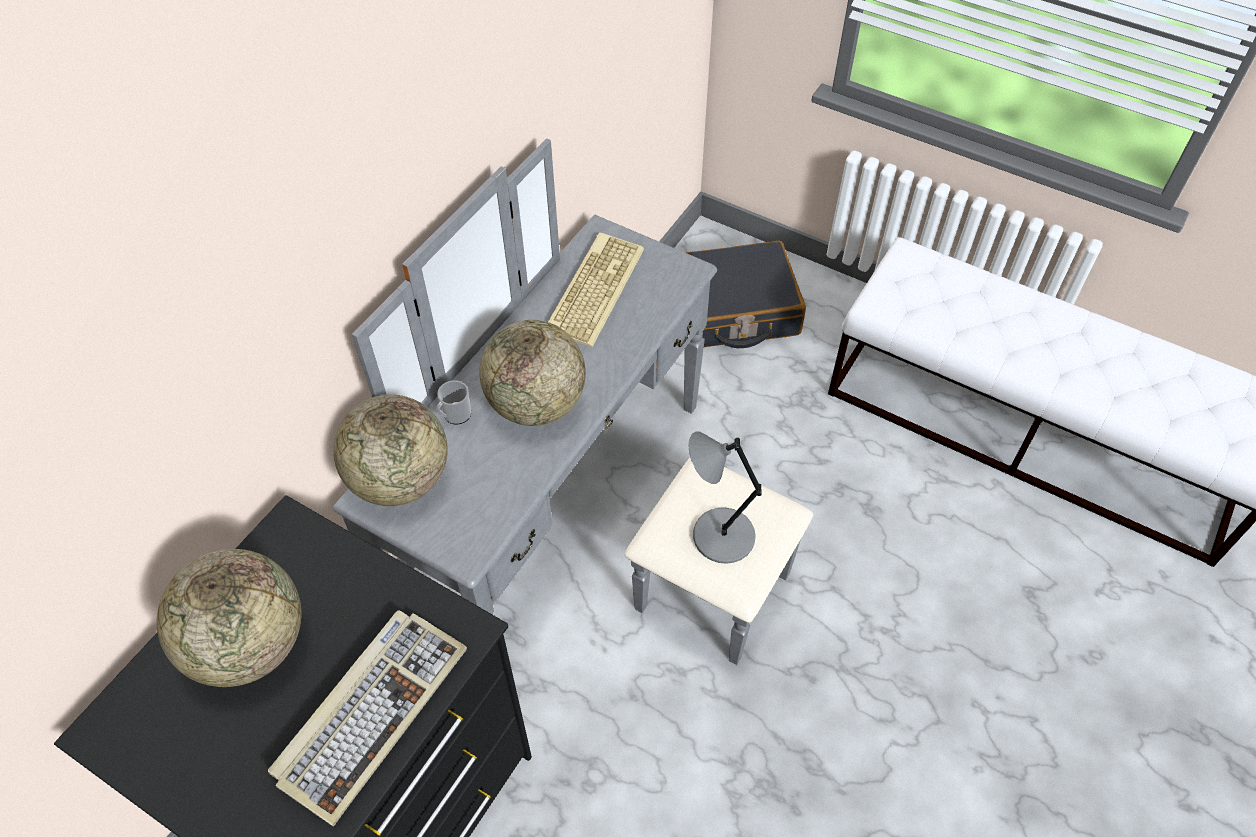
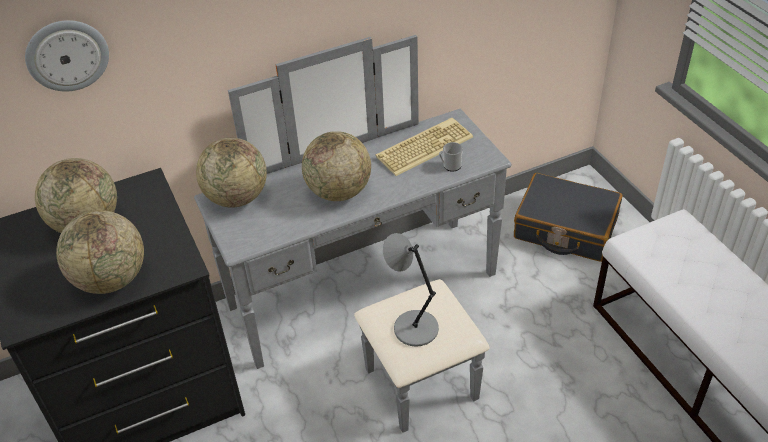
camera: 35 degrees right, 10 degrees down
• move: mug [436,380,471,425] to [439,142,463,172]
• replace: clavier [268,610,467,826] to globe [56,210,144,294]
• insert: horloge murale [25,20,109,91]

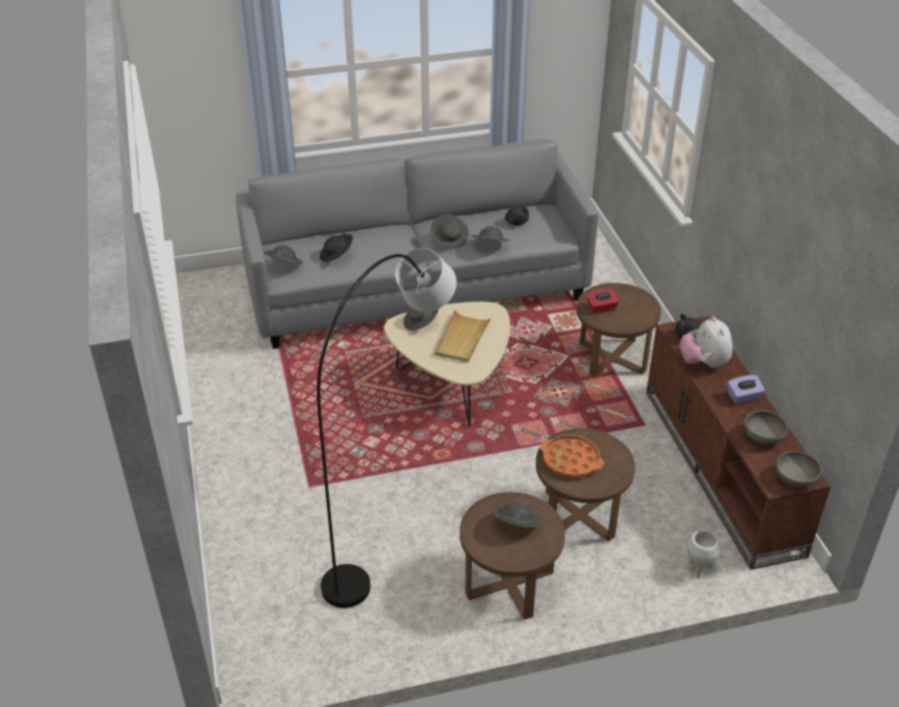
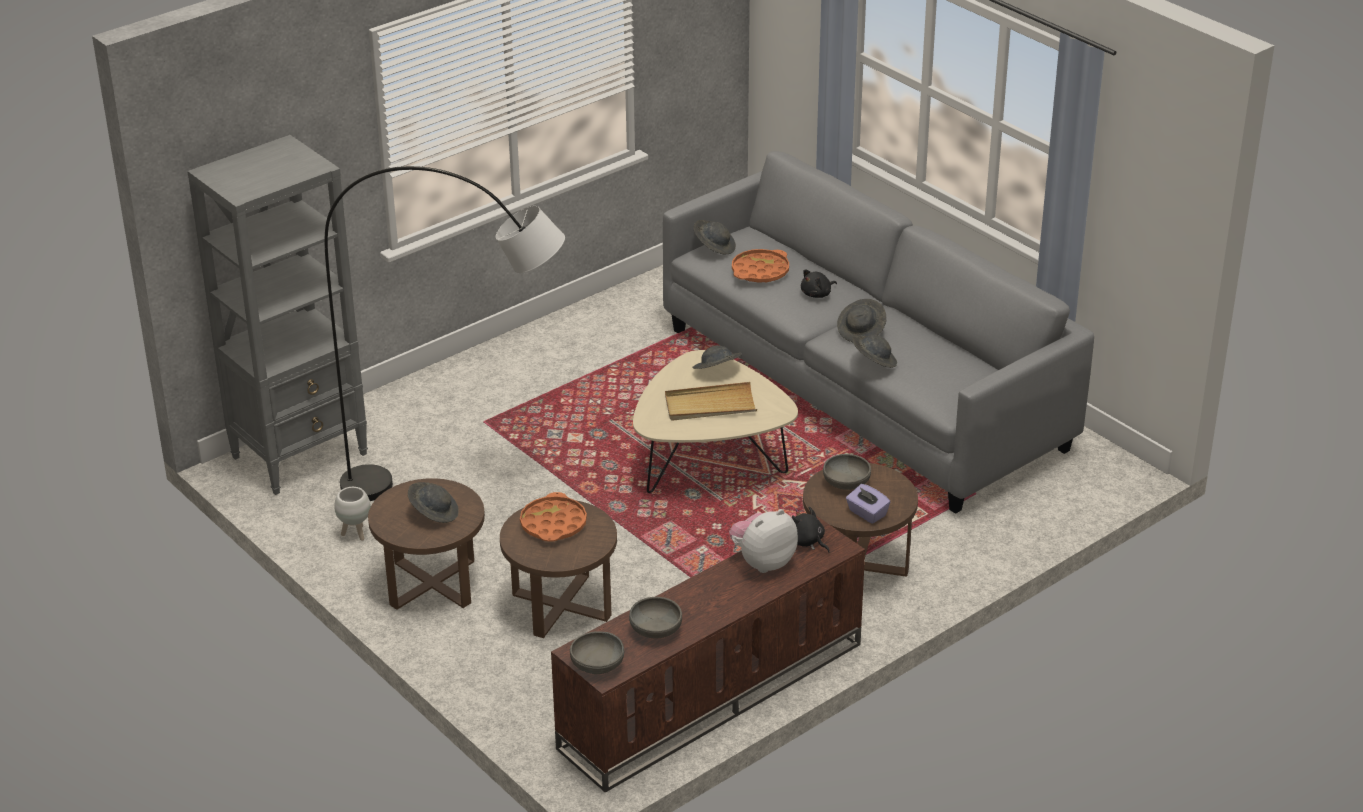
camera: 65 degrees right, 5 degrees down
• move: peluche/noir [505,205,529,225] to [801,269,837,298]
• replace: chapeau/noir [320,234,353,262] to plateau/orange [732,249,789,283]
• replace: boîte à mouchoirs/rouge [586,289,619,314] to bol/gris [823,454,871,490]
• move: boîte à mouchoirs/violet [727,375,765,404] to [846,484,890,524]
• move: cache-pot/blanc [687,530,720,578] to [334,487,371,540]
• insert: bibliothèque/gris [187,135,368,495]

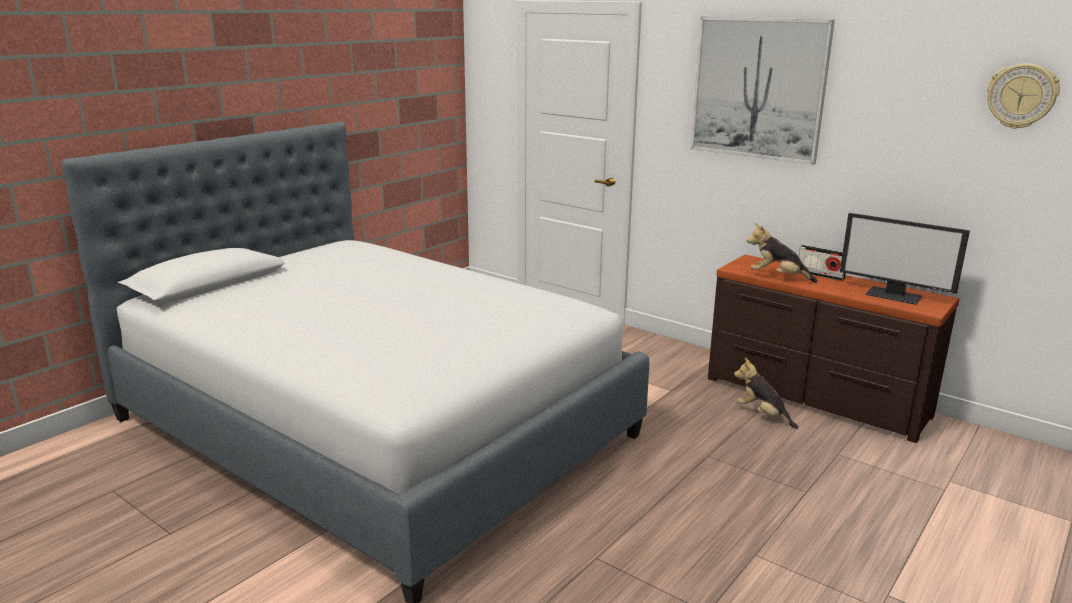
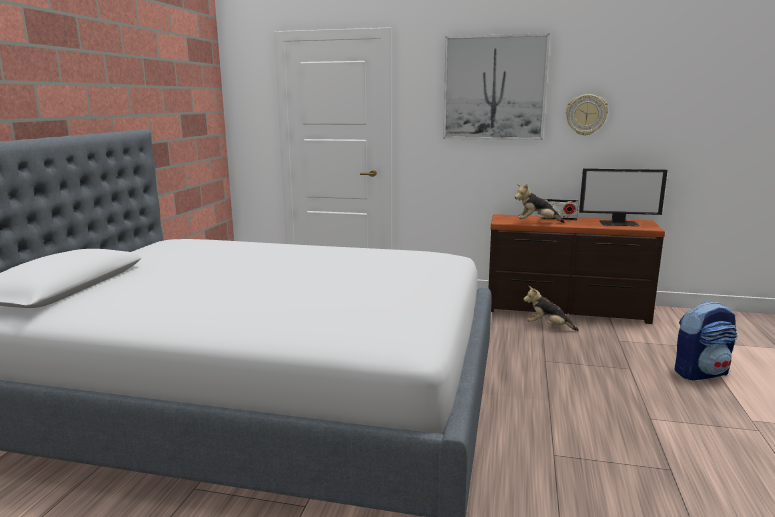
camera: 25 degrees left, 5 degrees down
• move: horloge murale [987,64,1060,129] to [566,94,608,136]
• insert: sac à dos [675,302,737,380]

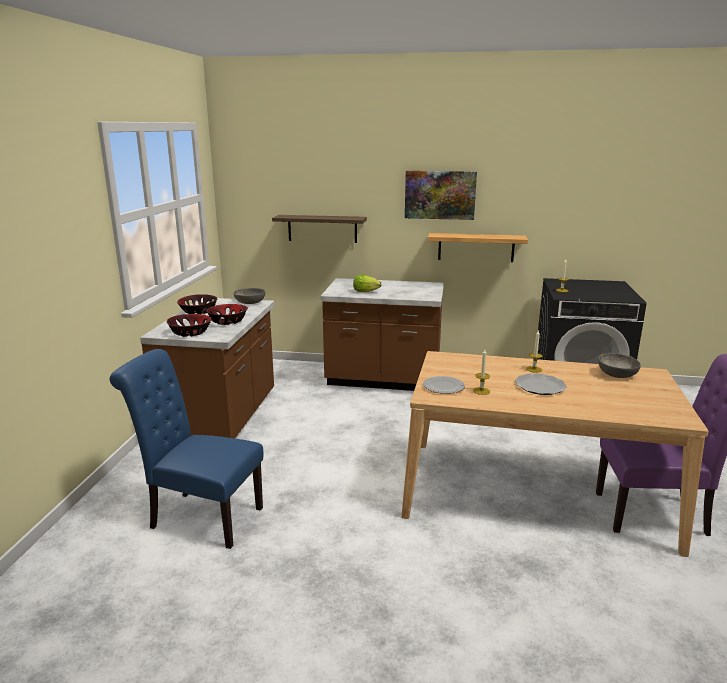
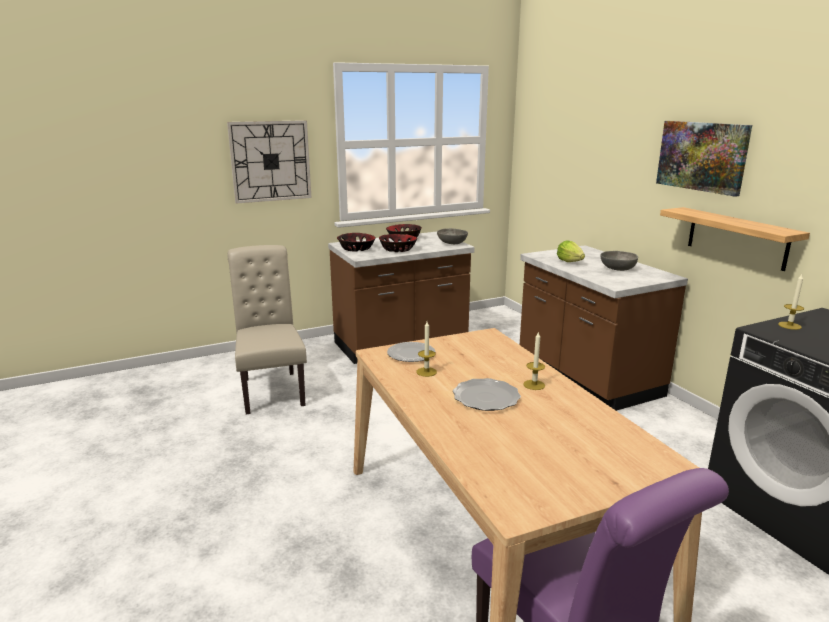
camera: 55 degrees right, 0 degrees up
• delete: étagère [272,215,367,243]
• recolor: chaise/bleu [110,349,264,549] to chaise/beige [227,245,307,415]
• move: bol/gris [598,353,641,378] to [600,251,638,271]
• insert: horloge murale [227,120,311,204]

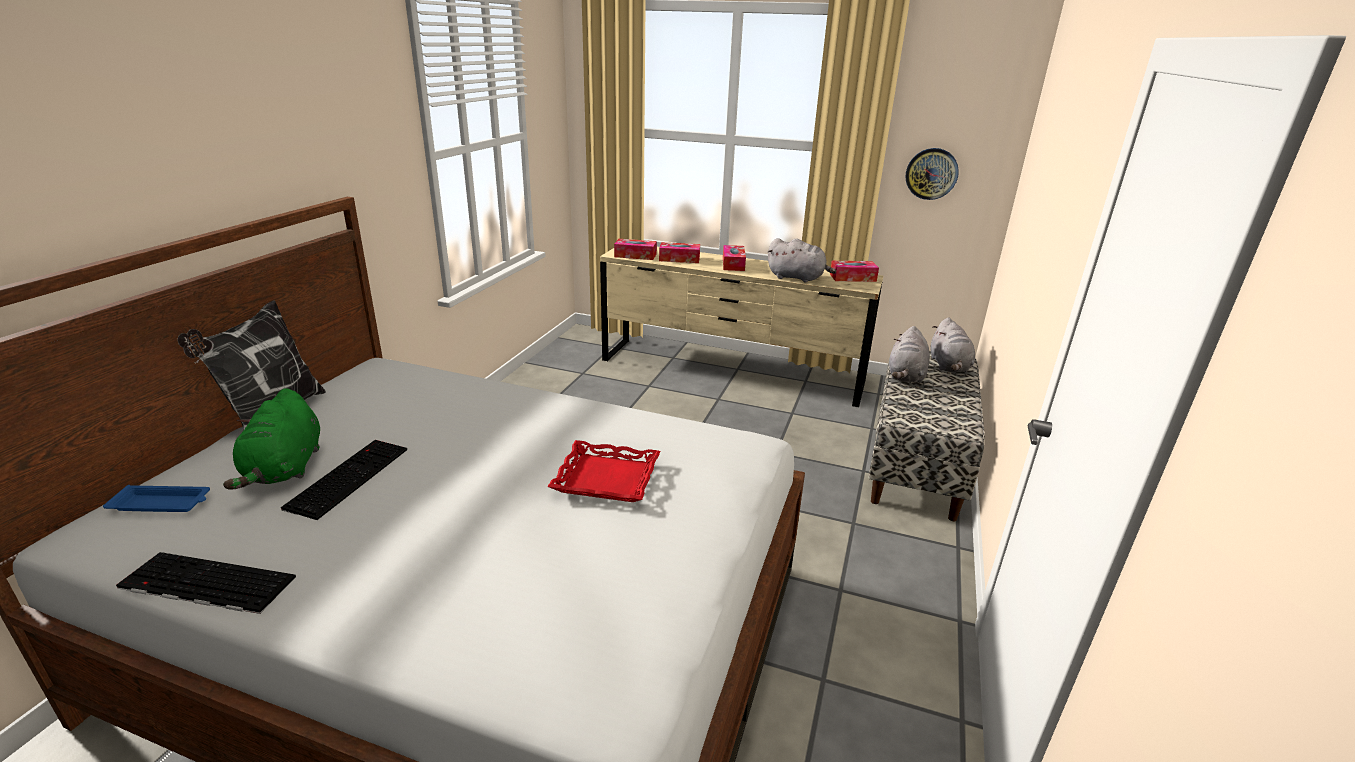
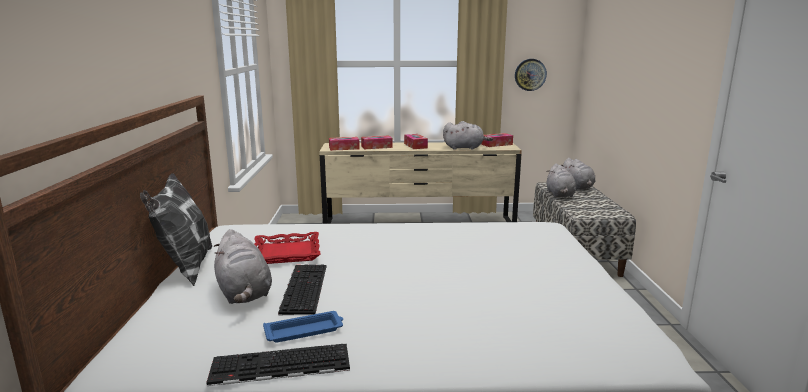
camera: 20 degrees left, 10 degrees down
• recolor: peluche/vert [223,388,320,490] to peluche/gris [214,229,272,304]
• move: plateau/rouge [547,440,661,502] to [254,232,321,264]
• move: plateau/bleu [103,485,210,512] to [263,311,343,343]

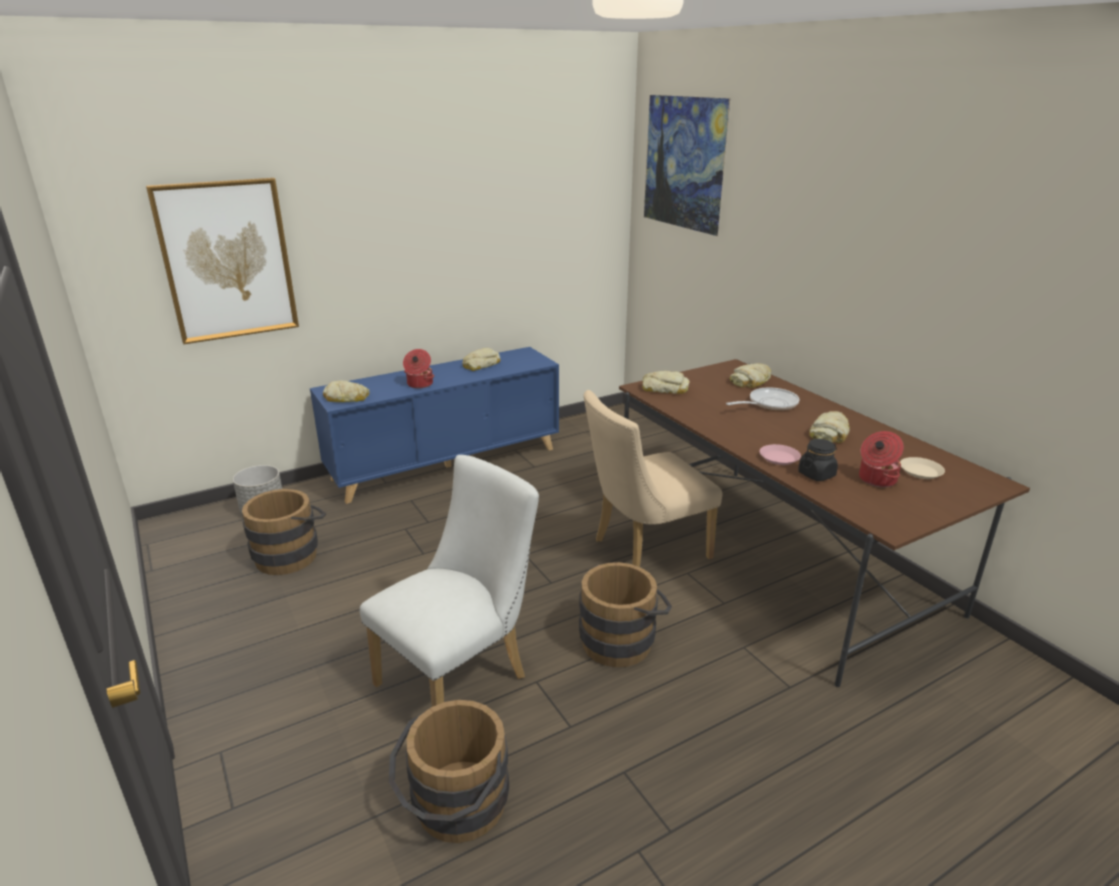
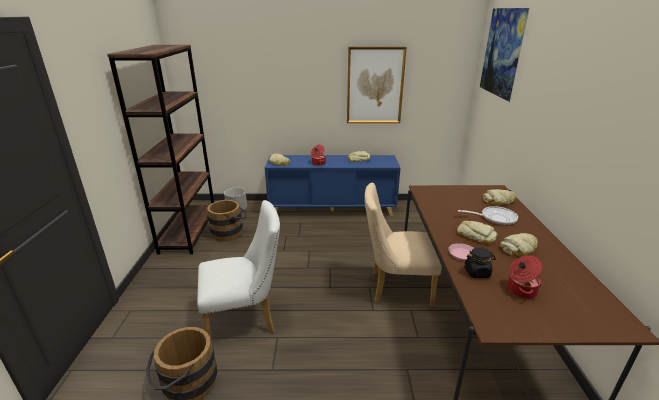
camera: 30 degrees right, 0 degrees up
• move: tableau [146,178,299,344] to [347,47,407,123]
• move: pain [642,371,689,394] to [457,221,497,244]
• delete: assiette/beige [900,457,945,479]
• delete: seau/marron [579,562,672,667]
• insert: bibliothèque/marron [107,45,214,254]

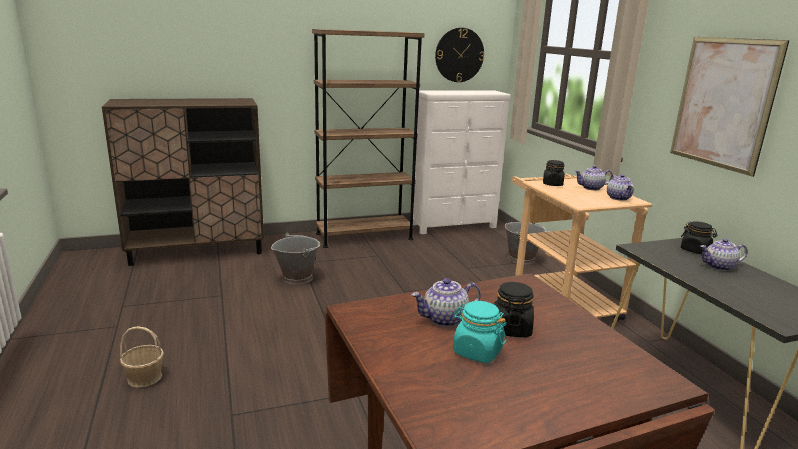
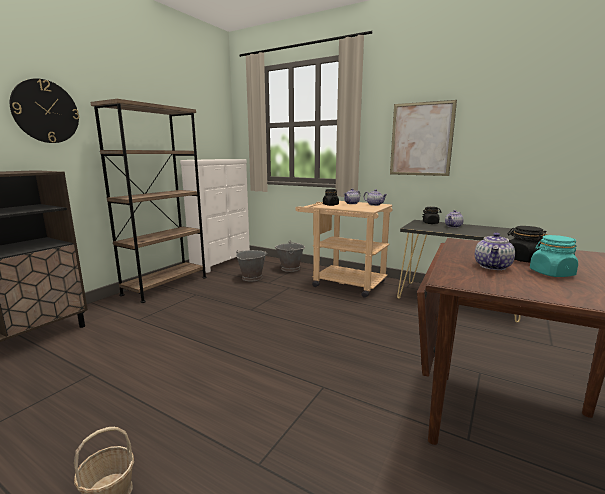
camera: 40 degrees left, 5 degrees down
• move: horloge murale [435,28,485,82] to [10,78,79,143]
• move: seau/gris [271,233,320,285] to [236,250,266,281]

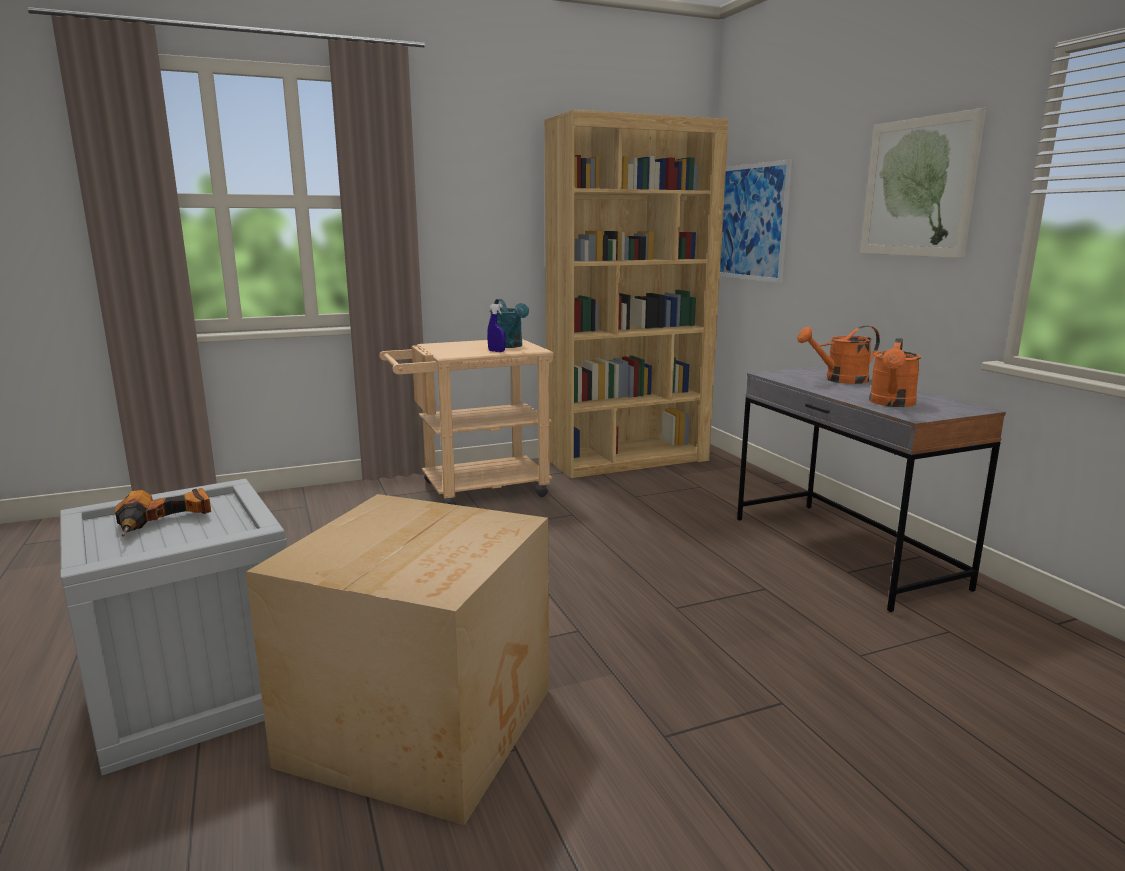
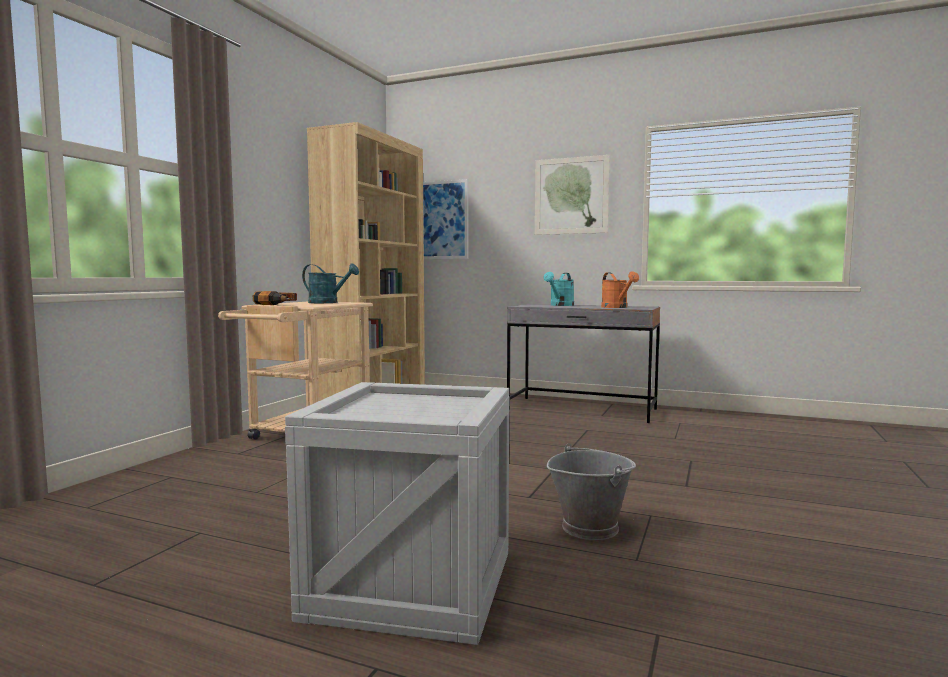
camera: 45 degrees left, 10 degrees down
• delete: vaporisateur/bleu [487,304,506,352]
• recolor: arrosoir/orange [797,326,880,384] to arrosoir/turquoise [544,272,574,306]
• move: perceuse [115,488,211,536] to [253,291,297,305]
• replace: carton [246,494,549,825] to seau/gris [547,443,636,540]

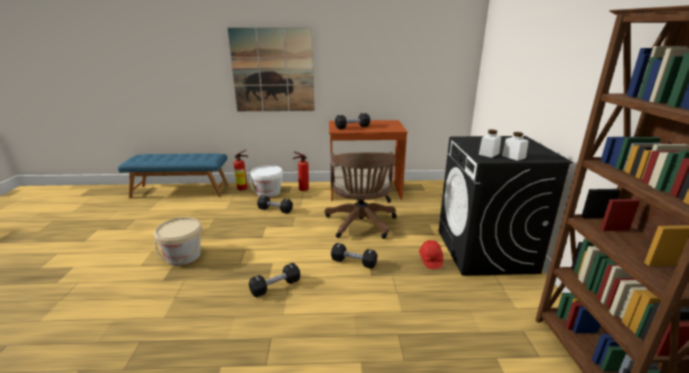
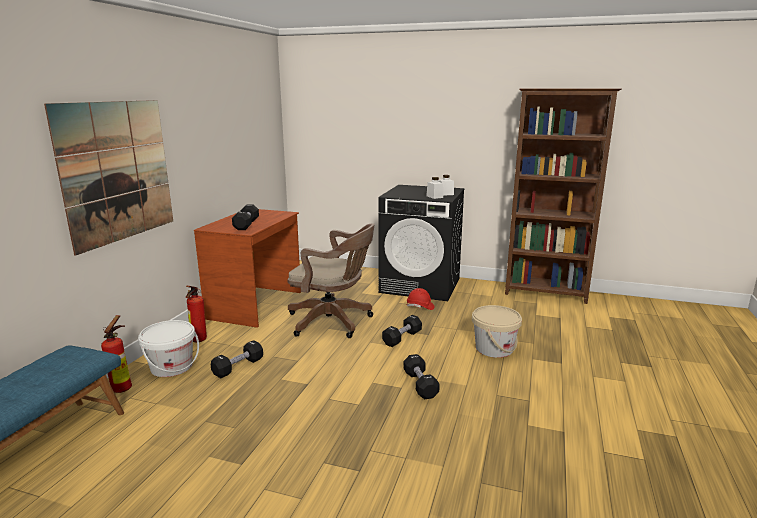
camera: 70 degrees left, 5 degrees down
• move: seau/beige [154,217,202,266] to [472,305,522,358]

